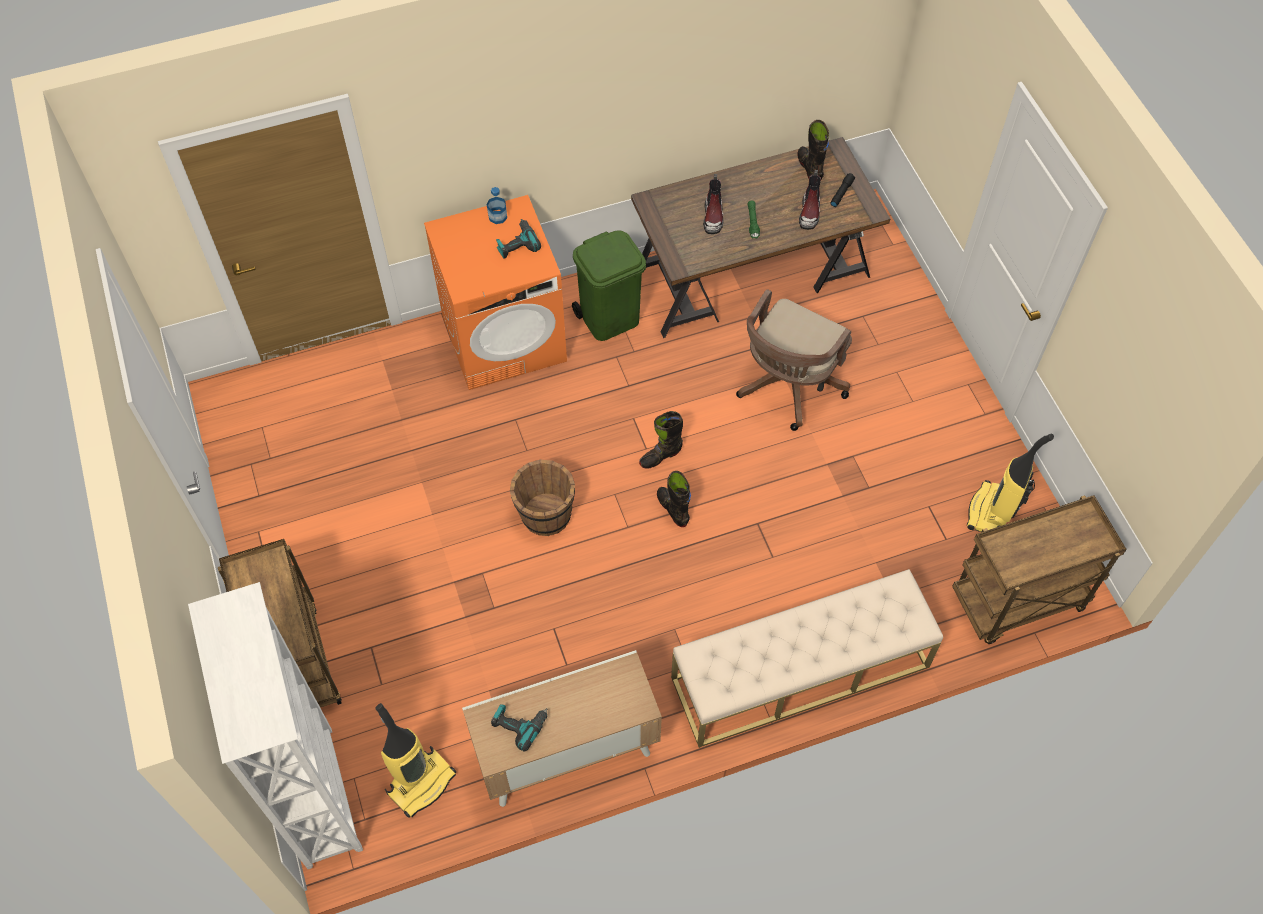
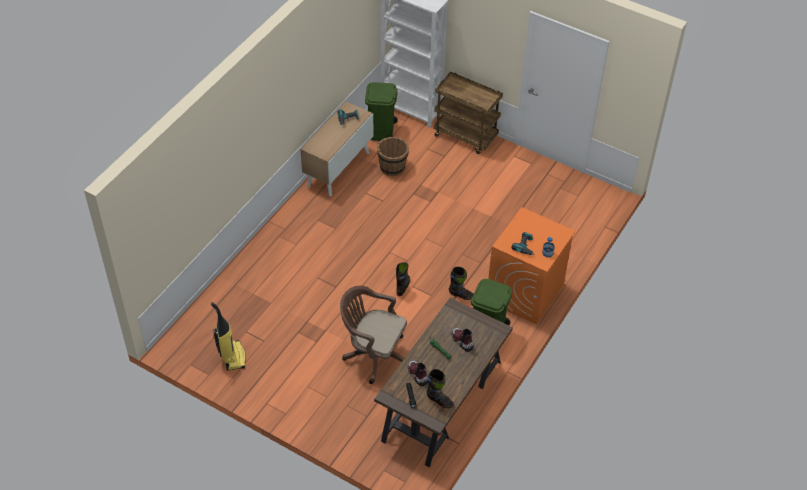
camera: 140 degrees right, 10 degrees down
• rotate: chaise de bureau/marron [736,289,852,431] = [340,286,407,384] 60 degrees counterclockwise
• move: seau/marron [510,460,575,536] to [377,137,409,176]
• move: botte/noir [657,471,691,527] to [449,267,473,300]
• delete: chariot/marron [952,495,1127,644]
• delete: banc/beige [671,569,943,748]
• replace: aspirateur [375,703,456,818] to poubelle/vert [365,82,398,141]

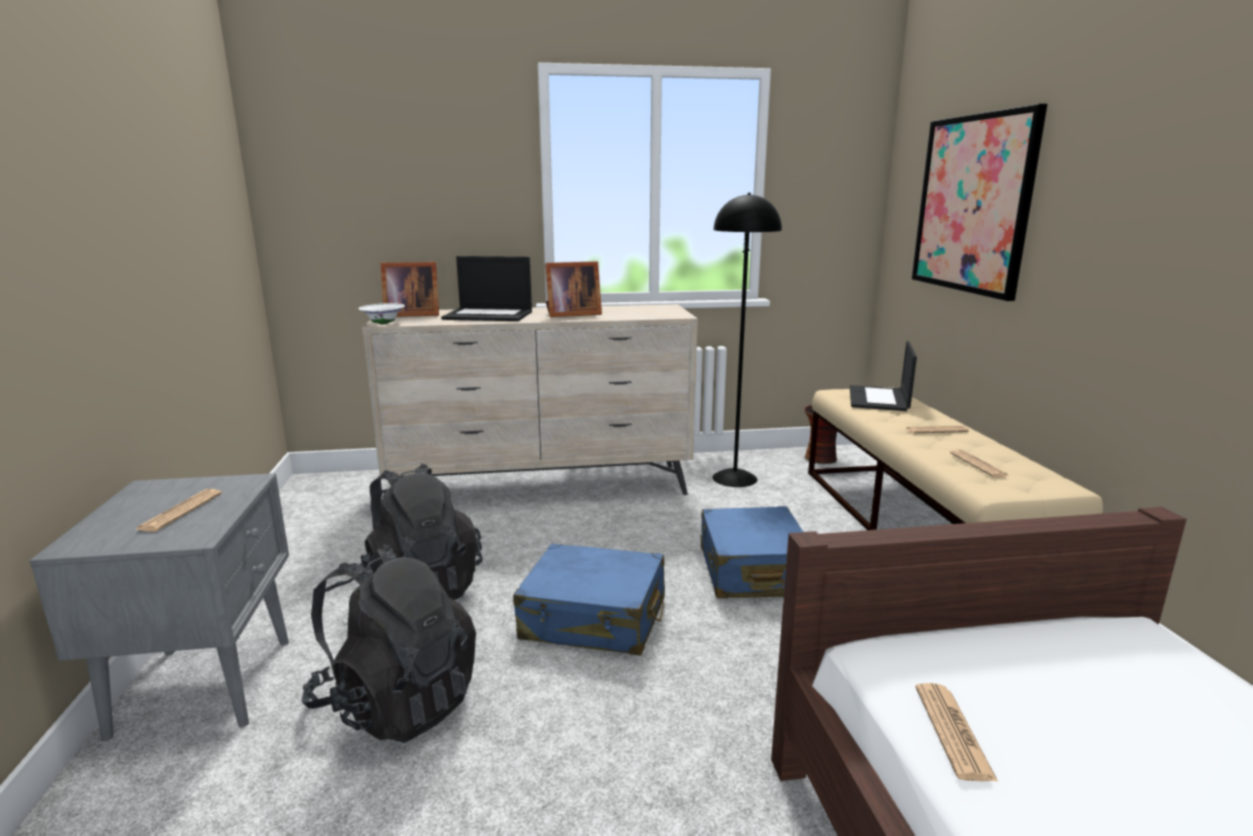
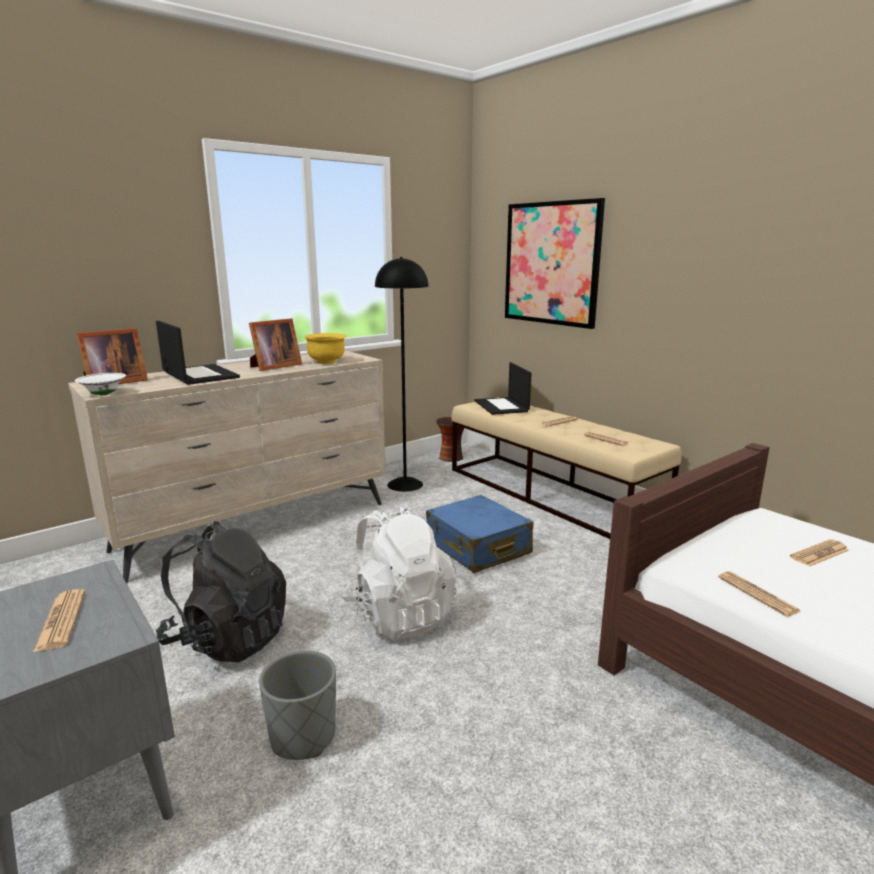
camera: 30 degrees left, 0 degrees up
• rotate: ordinateur portable [441,256,532,321] = [156,321,240,385] 105 degrees counterclockwise
• replace: valise/bleu [513,543,665,656] to sac à dos/blanc [342,504,457,640]
• replace: sac à dos/noir [302,545,476,743] to cache-pot/gris [259,650,336,760]
• insert: bol/jaune [304,333,347,364]
• insert: journal [790,539,849,566]

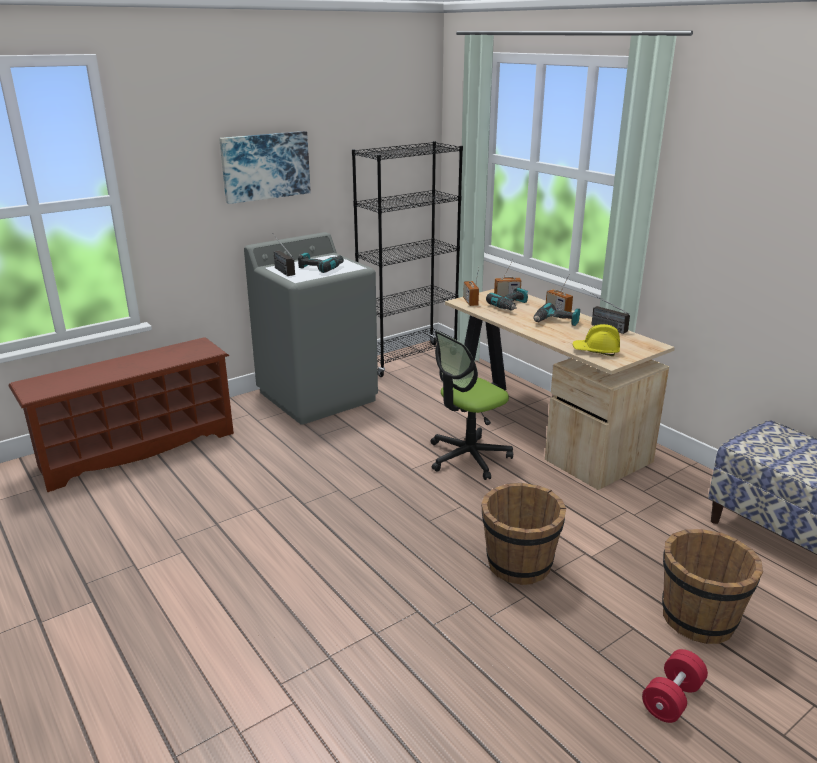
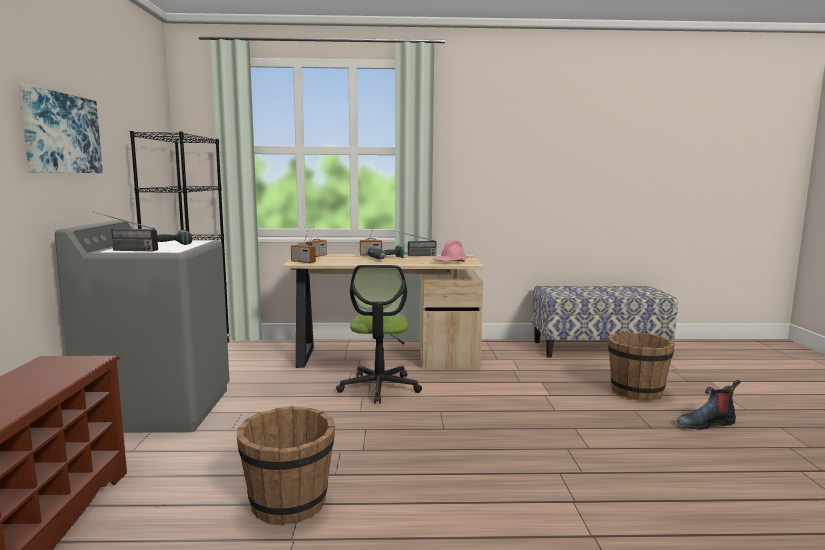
camera: 55 degrees left, 15 degrees down
• delete: perceuse [486,287,528,311]
• recolor: casque de chantier/jaune [572,324,620,356] to casque de chantier/rose [434,240,467,262]
• move: seau/marron [481,483,566,585] to [237,406,335,525]
• replace: haltère/rouge [642,649,708,723] to botte [677,380,740,430]

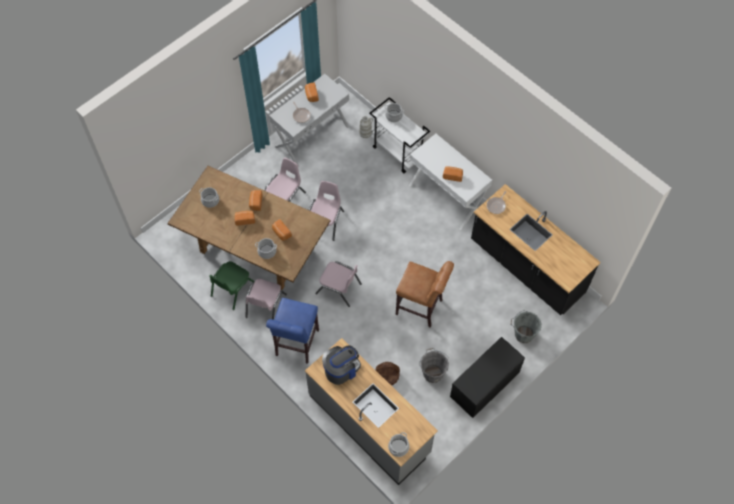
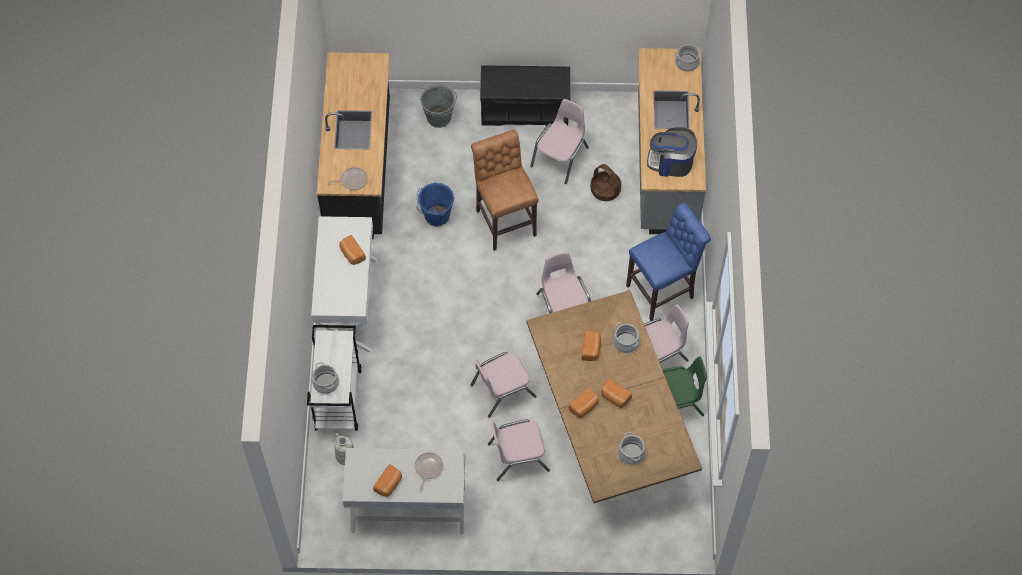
camera: 135 degrees left, 0 degrees up
• replace: seau/gris [419,348,449,383] to chaise/rose [530,99,589,184]
• insert: seau/bleu [417,183,454,227]

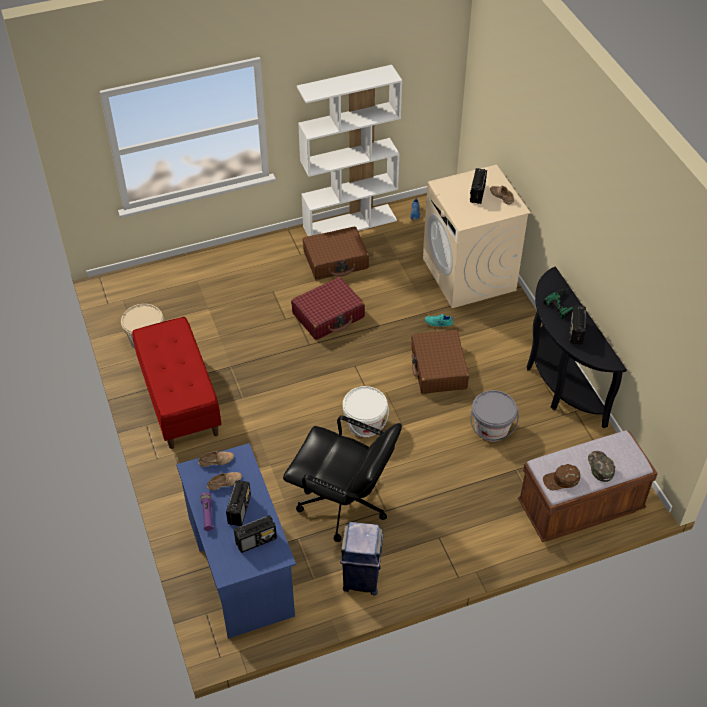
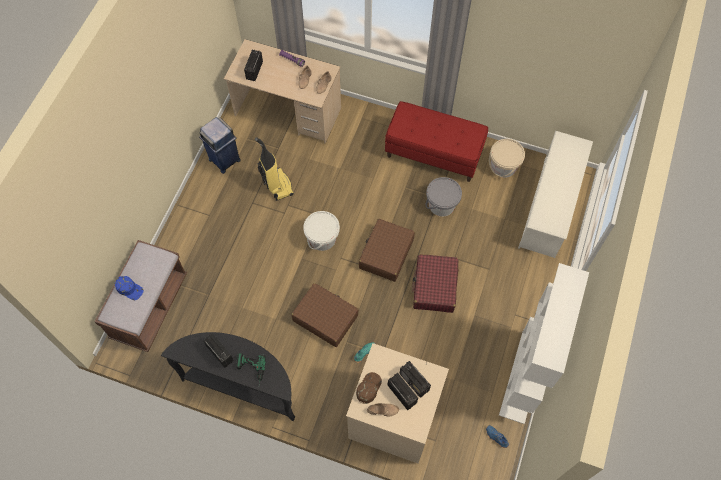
camera: 130 degrees right, 15 degrees up
• move: valise/marron [303,227,369,279] to [359,219,415,282]
• move: seau/gris [470,390,519,442] to [426,177,462,216]
• replace: chaise de bureau/noir [283,415,402,542] to aspirateur [255,137,293,201]
• recolor: bureau/bleu [176,443,296,639] to bureau/beige [224,39,341,143]
• recolor: casquette/vert [588,451,616,482] to casquette/bleu [115,276,144,300]
• move: casquette/marron [543,464,580,490] to [356,372,382,404]
• move: radio [226,480,251,526] to [400,361,431,398]
• insert: étagère à chaussures/blanc [518,131,593,258]

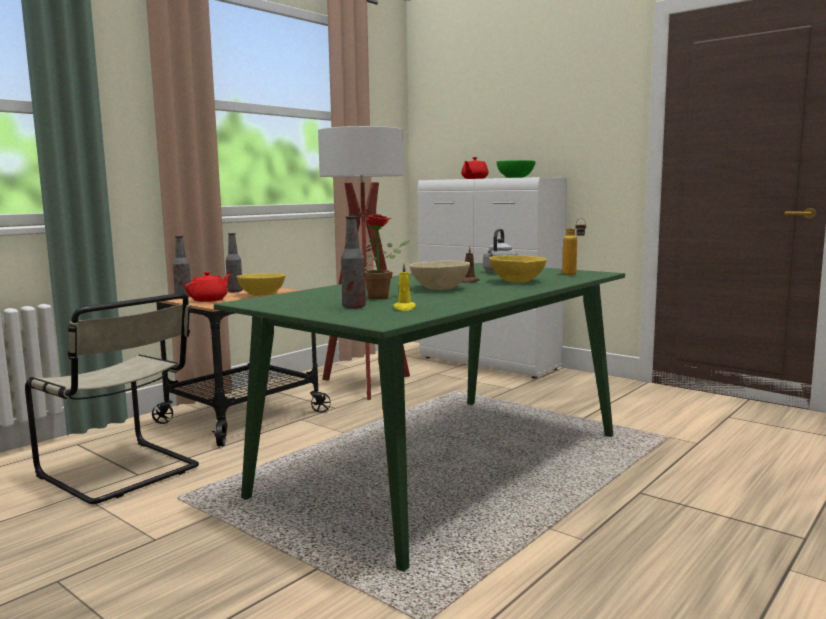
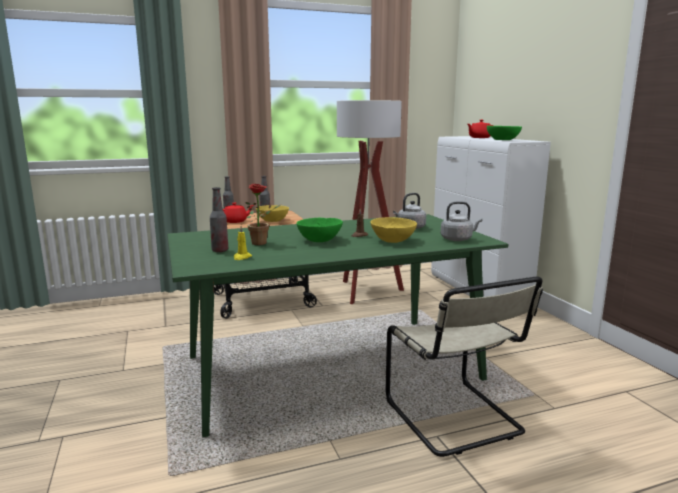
camera: 30 degrees right, 5 degrees up
• replace: bouteille [562,218,586,275] to bouilloire/gris [441,201,482,241]
• recolor: bol/beige [410,260,470,290] to bol/vert [297,218,343,242]
• move: chaise/beige [25,293,199,504] to [386,277,543,457]

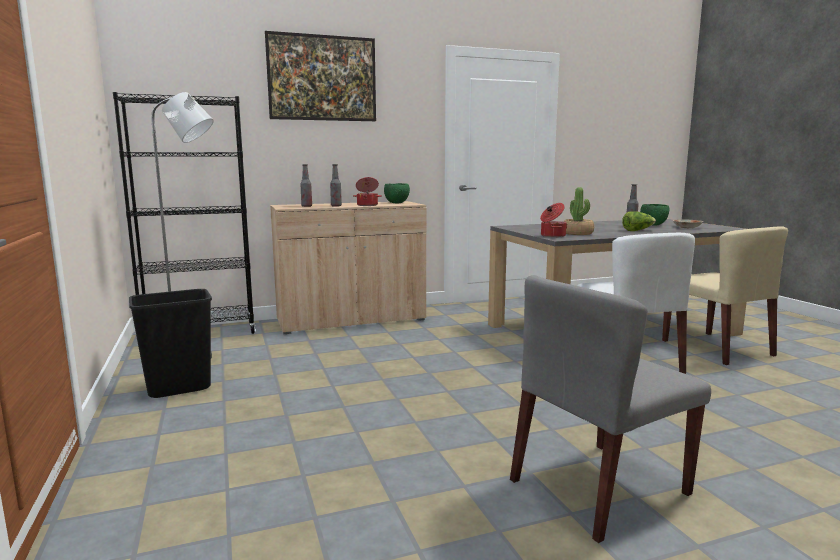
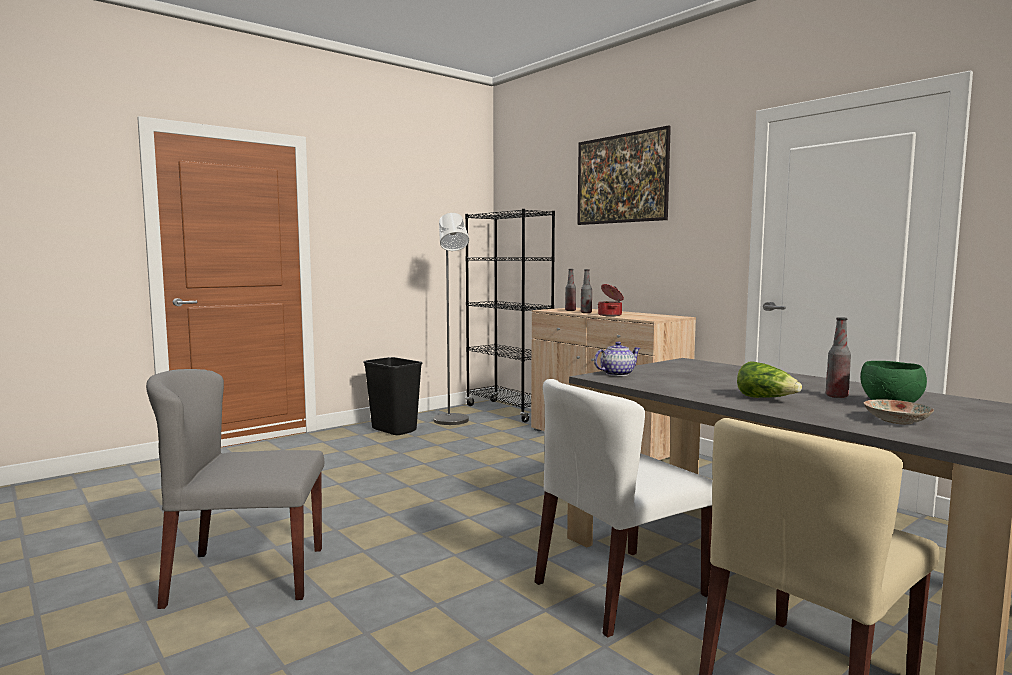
camera: 70 degrees right, 5 degrees down
• delete: bol/vert [384,183,410,203]
• delete: plante en pot [564,187,594,235]
• replace: marmite [540,203,567,237] to théière [594,341,641,376]
• rotate: chaise/gris [510,275,711,543] = [146,369,324,609] 45 degrees counterclockwise

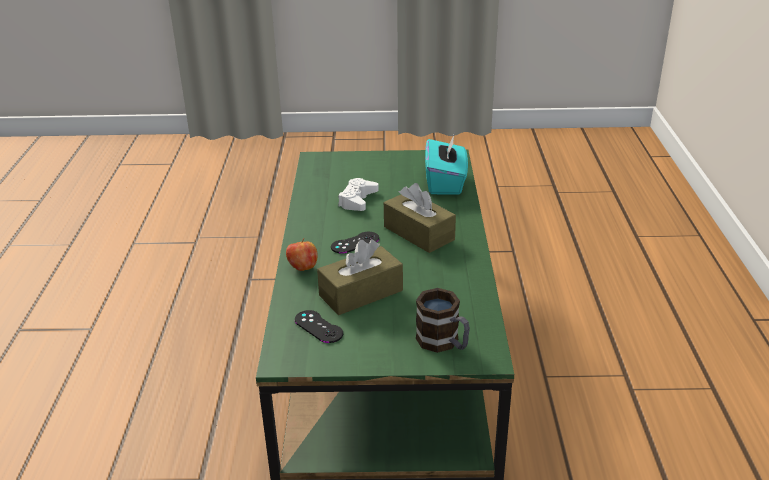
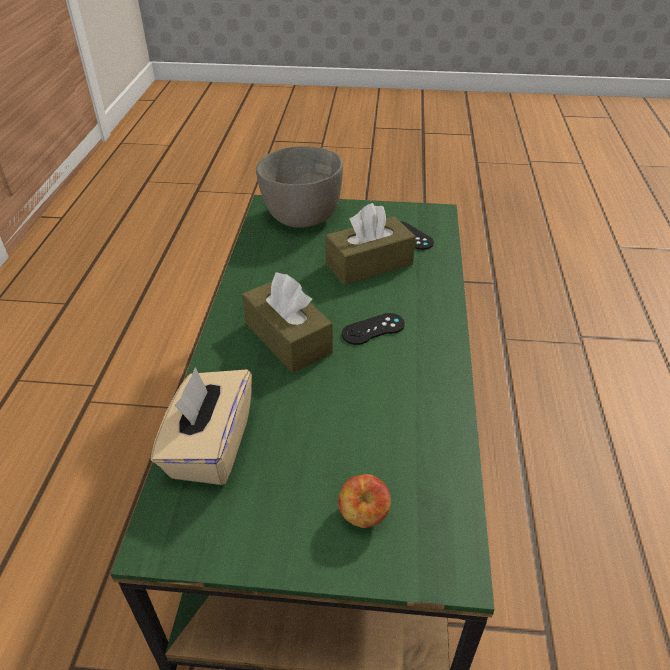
camera: 175 degrees left, 10 degrees up
• recolor: boîte à mouchoirs/turquoise [425,135,468,195] to boîte à mouchoirs/beige [151,367,252,485]
• delete: manette/blanc [338,178,378,211]
• move: pomme [286,238,318,271] to [338,474,391,528]
• replace: mug [416,288,470,353] to bol/gris [256,146,343,228]

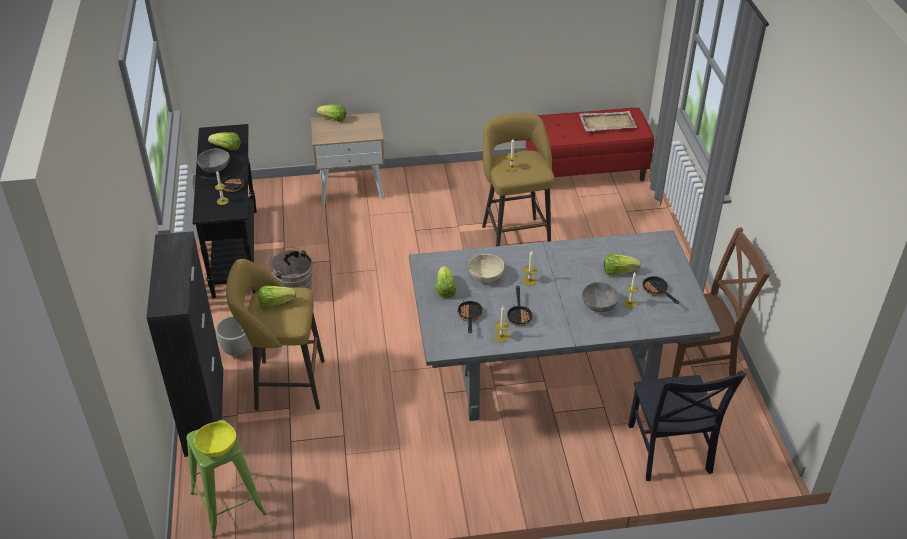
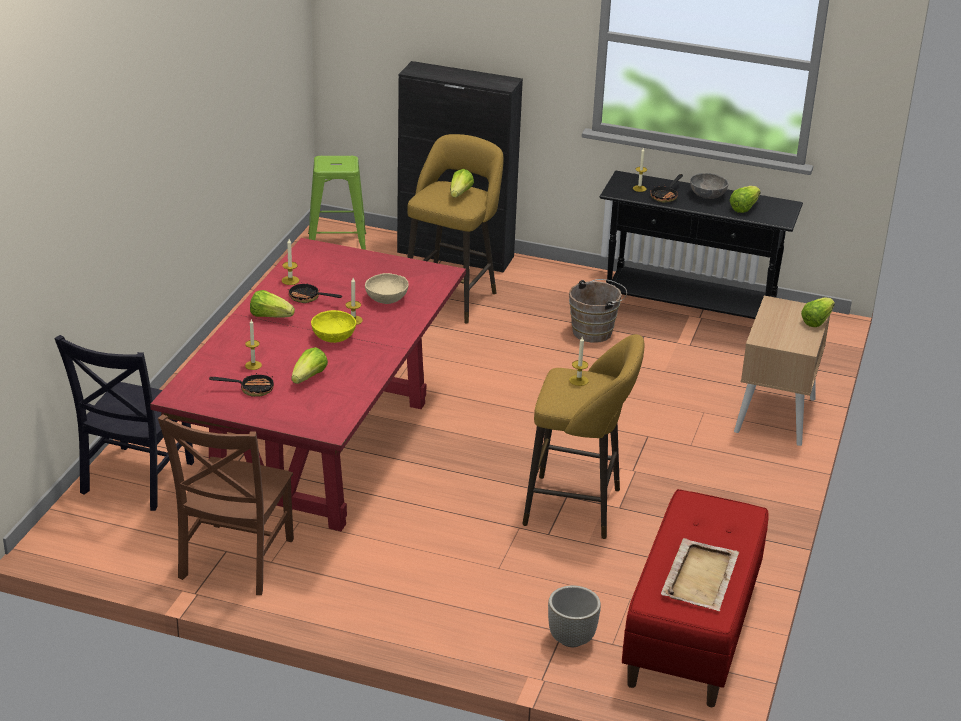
camera: 115 degrees right, 10 degrees down
• recolor: table à manger/gris [409,230,721,421] to table à manger/rouge [150,238,466,531]
• move: laitue [435,266,456,298] to [250,290,295,317]
• delete: bol/gris [582,282,619,312]
• delete: poêle [457,300,483,333]
• move: cache-pot/gris [216,315,251,356] to [548,585,601,647]
• rotate: chaise/noir [628,370,746,481] = [54,335,194,511] 90 degrees counterclockwise
• move: bol/jaune [194,422,236,457] to [311,310,356,343]

